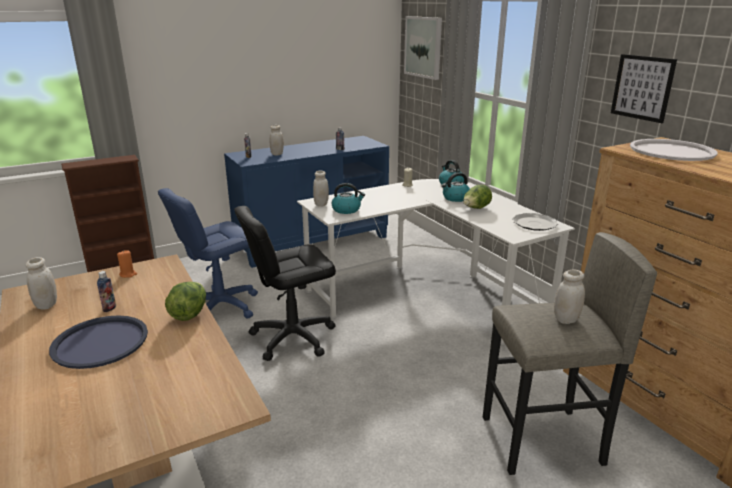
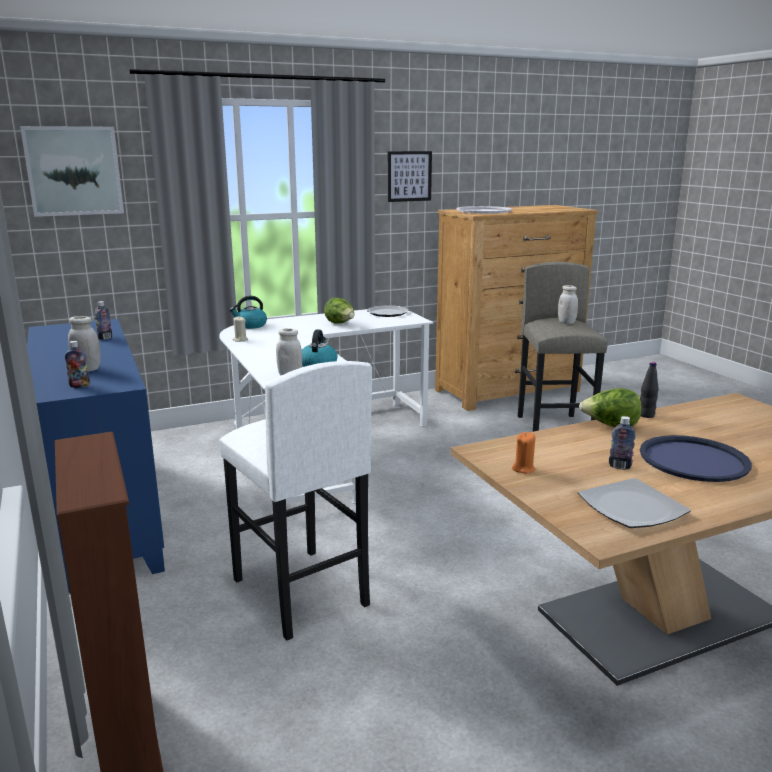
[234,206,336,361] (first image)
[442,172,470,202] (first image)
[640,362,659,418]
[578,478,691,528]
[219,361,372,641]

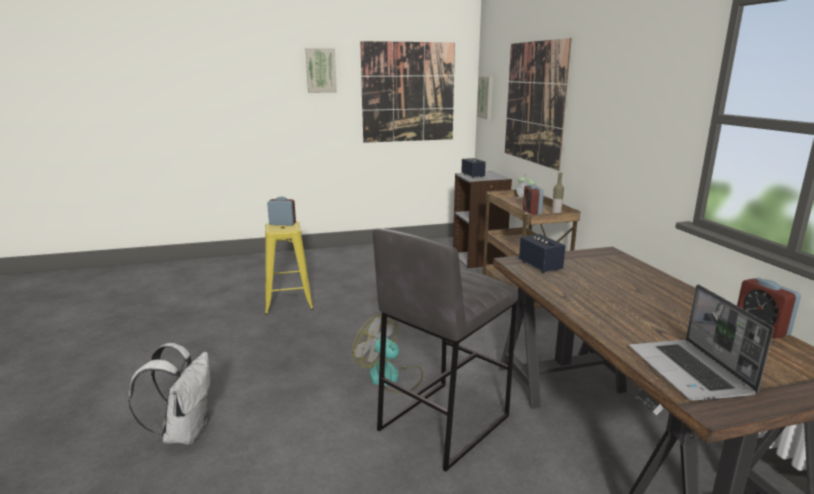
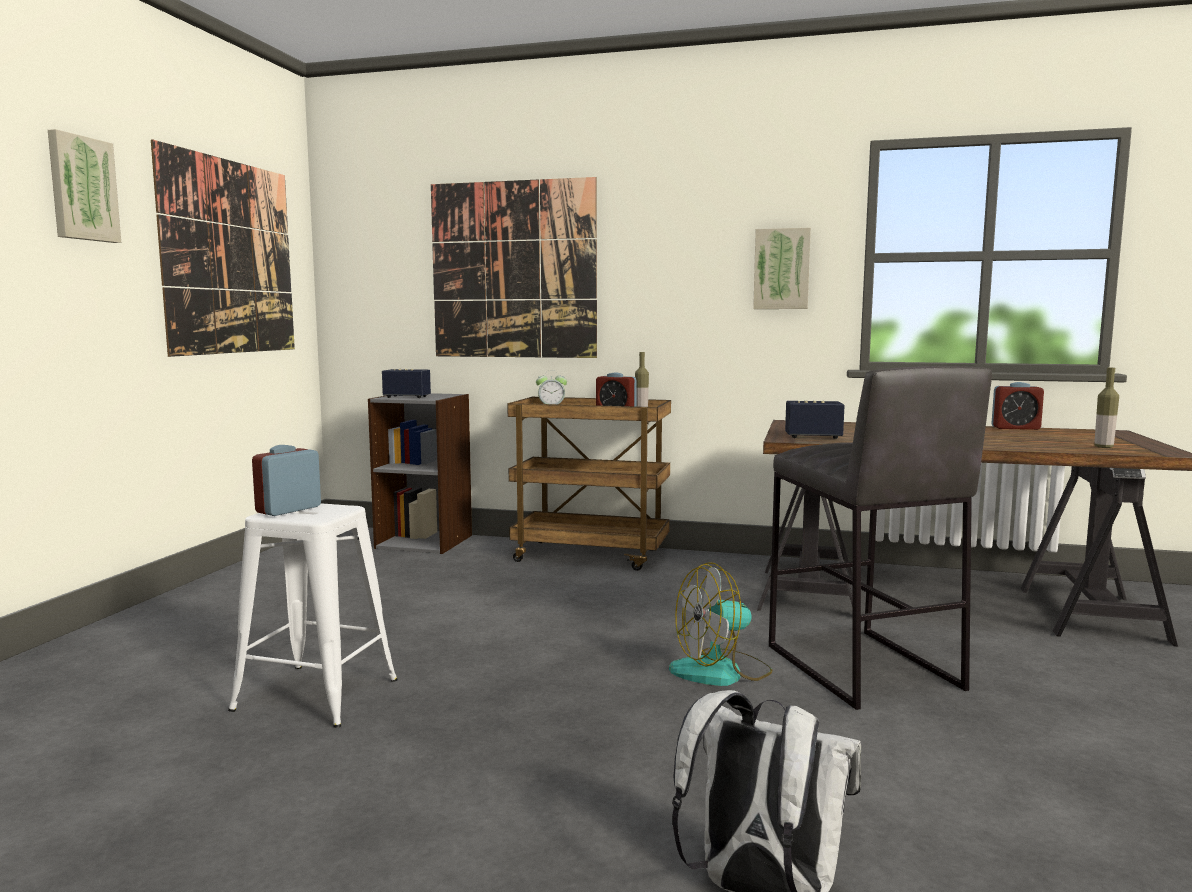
[753,228,811,309]
[1094,368,1119,448]
[228,503,398,728]

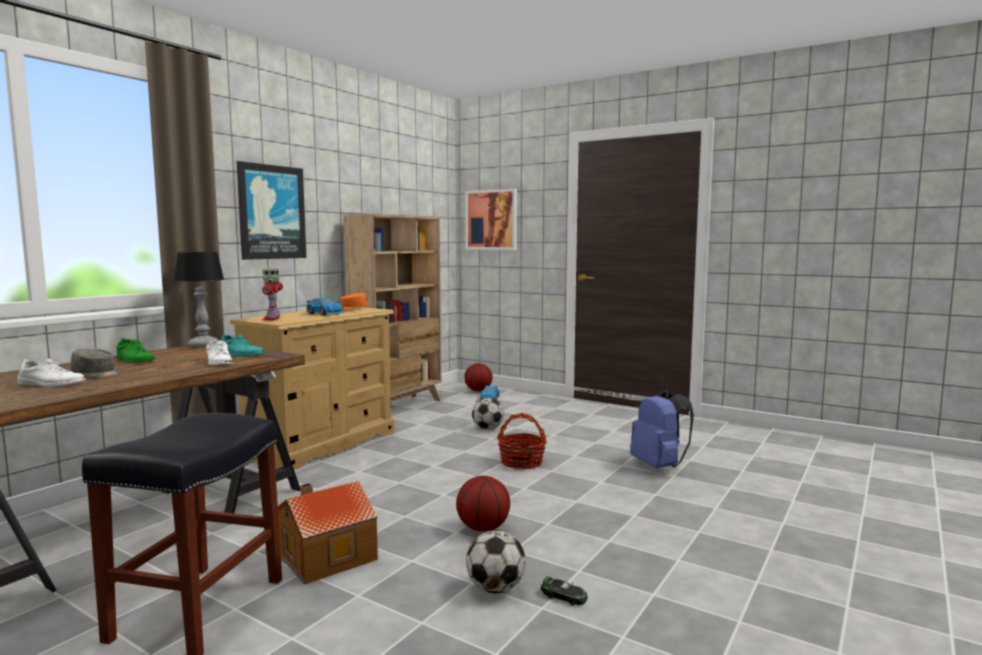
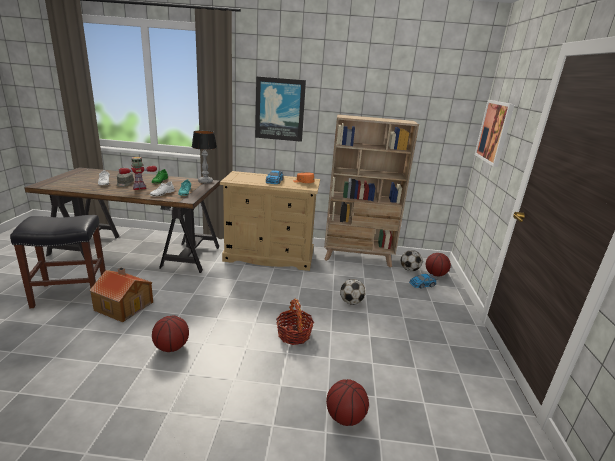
[541,576,588,605] (first image)
[119,157,157,190]
[401,250,423,271]
[326,379,369,426]

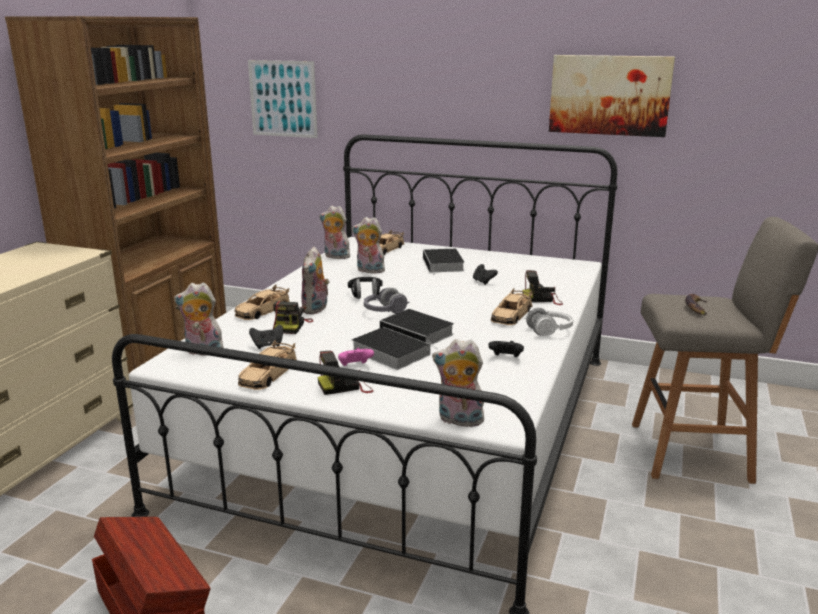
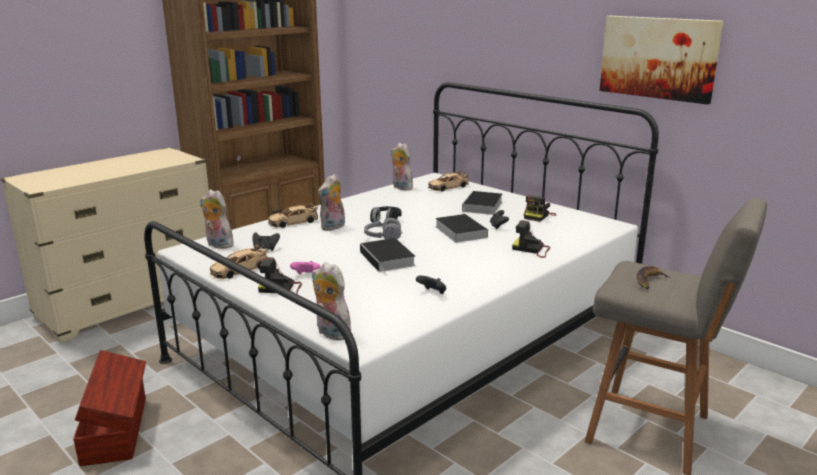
[248,60,318,138] (first image)
[352,217,385,273] (first image)
[490,288,532,325] (first image)
[524,308,573,336] (first image)
[524,195,556,222]
[435,214,488,243]

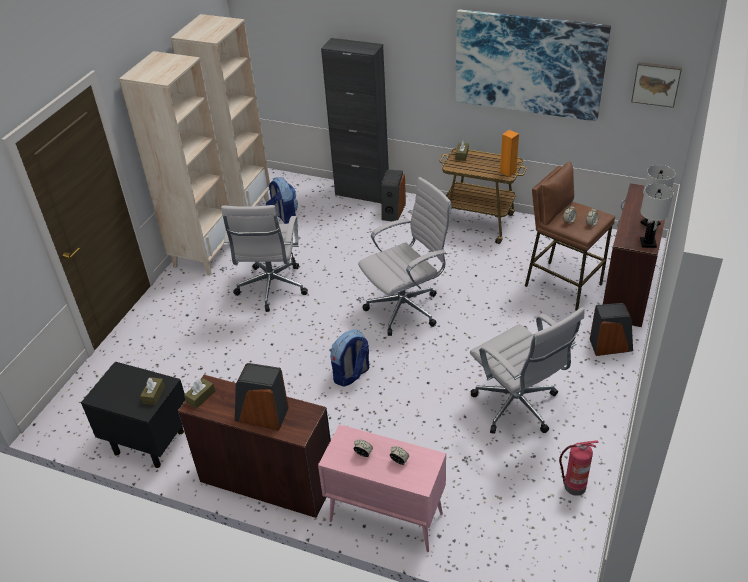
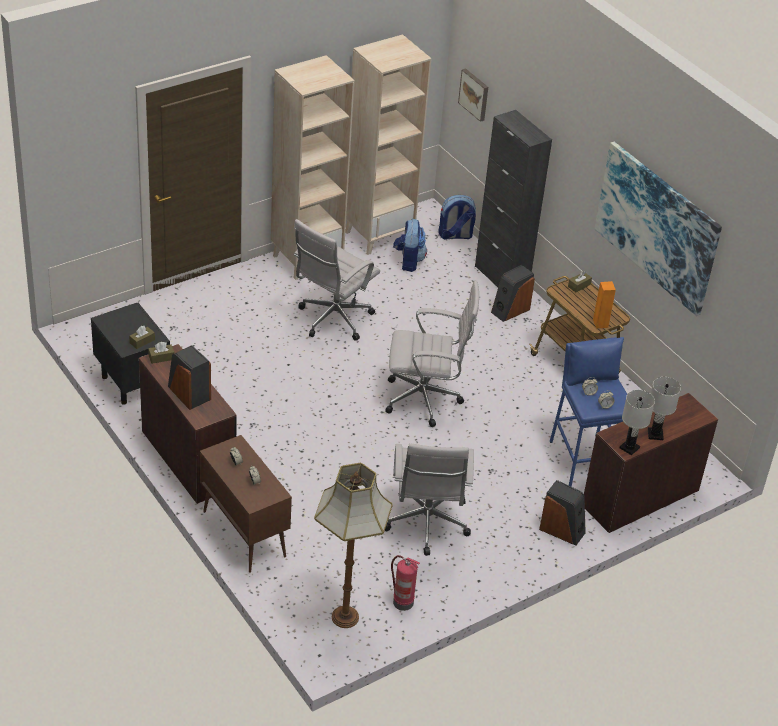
[314,463,393,628]
[439,195,476,240]
[458,68,488,122]
[200,435,292,573]
[550,337,627,487]

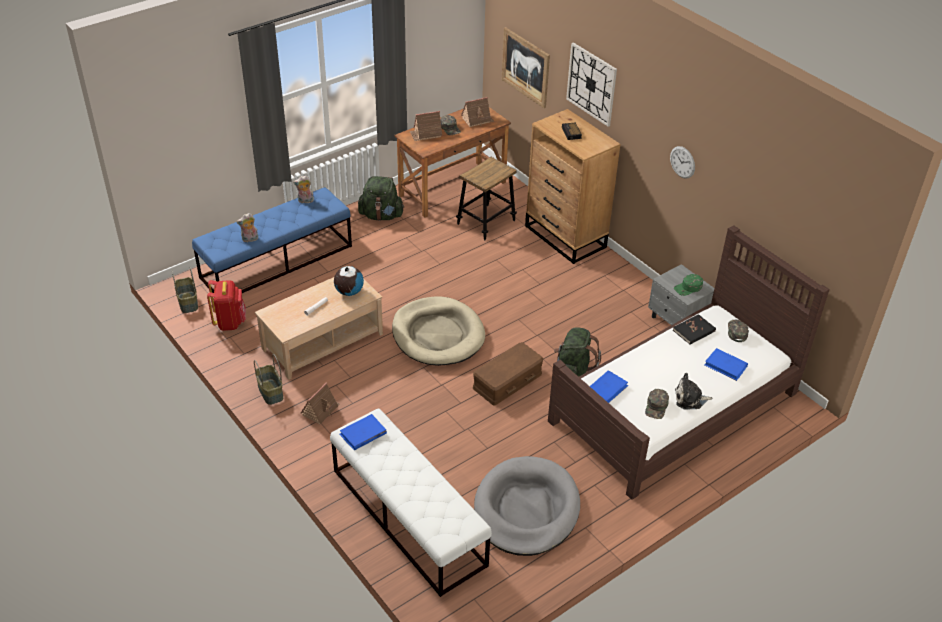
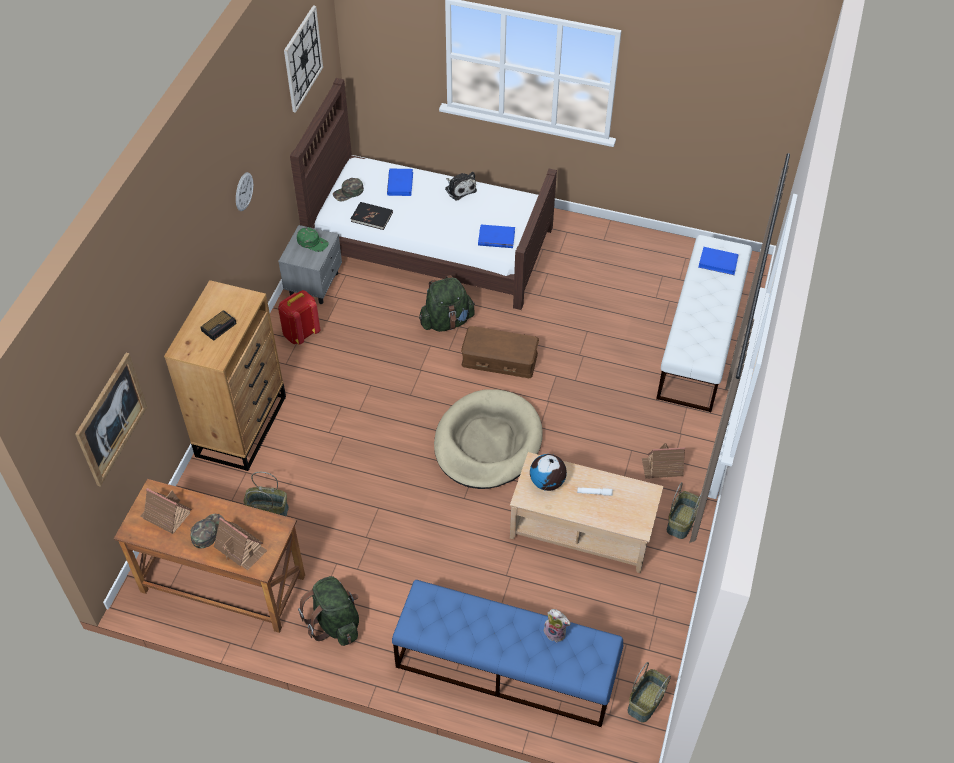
[293,176,314,203] (first image)
[474,456,580,556] (first image)
[645,389,669,419] (first image)
[278,290,320,345]
[698,247,739,275]
[284,5,323,113]
[244,472,289,517]

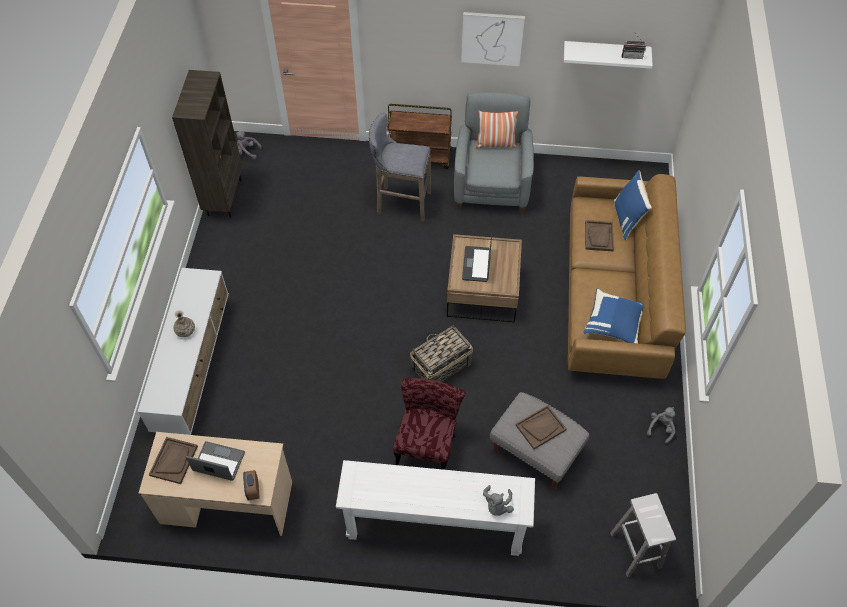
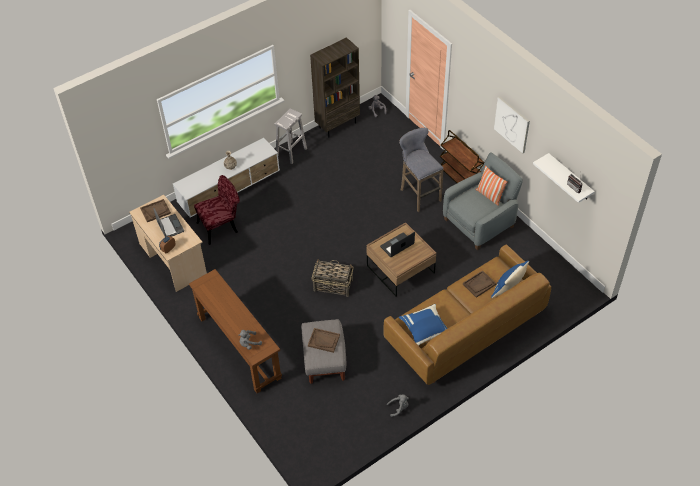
[194,175,240,245]
[274,108,307,164]
[189,269,282,393]

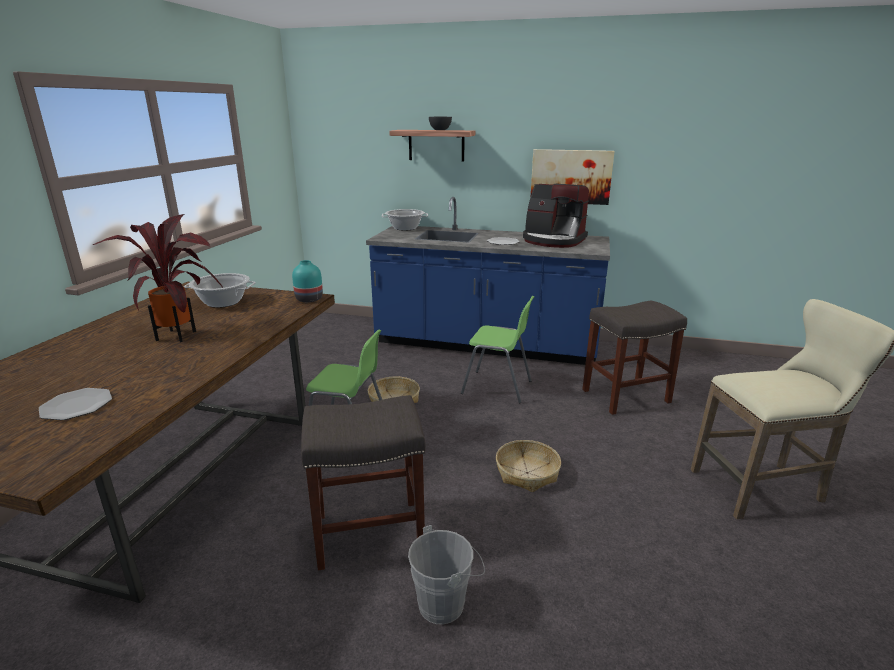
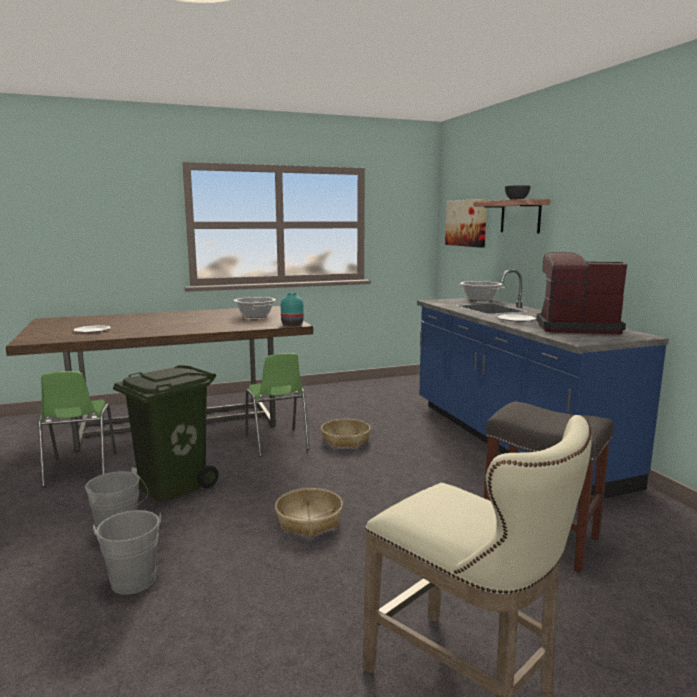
[93,214,223,342] (first image)
[93,510,162,595]
[38,371,117,487]
[445,199,487,248]
[113,365,219,501]
[536,252,627,334]

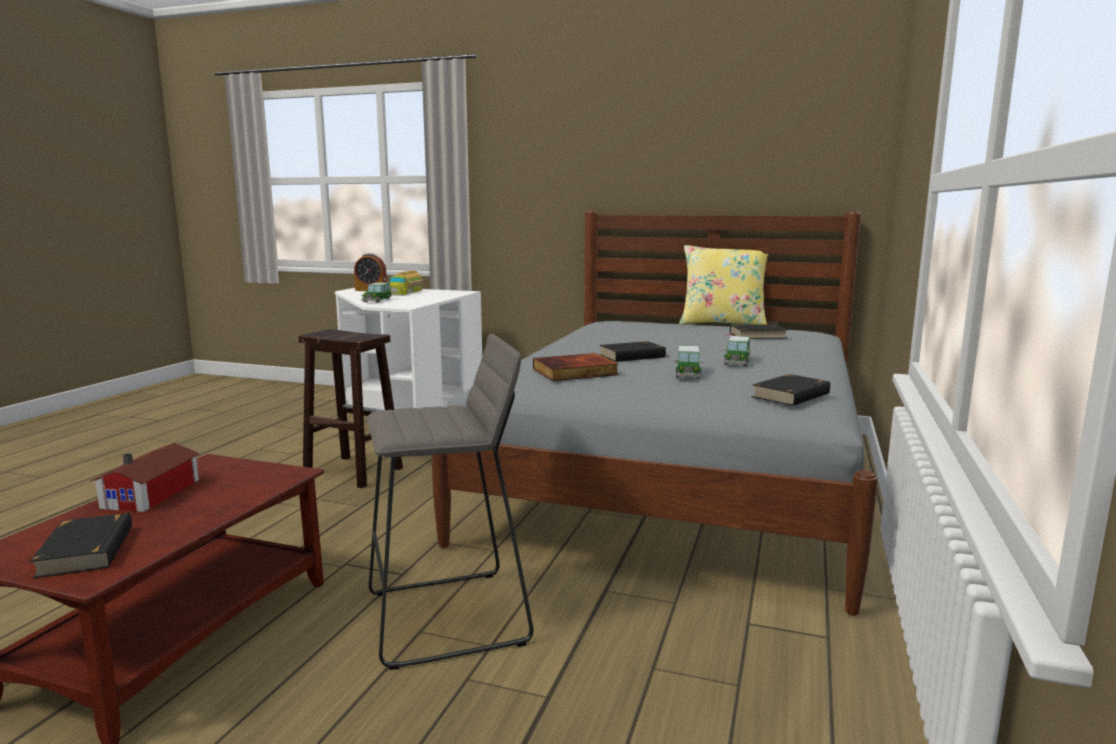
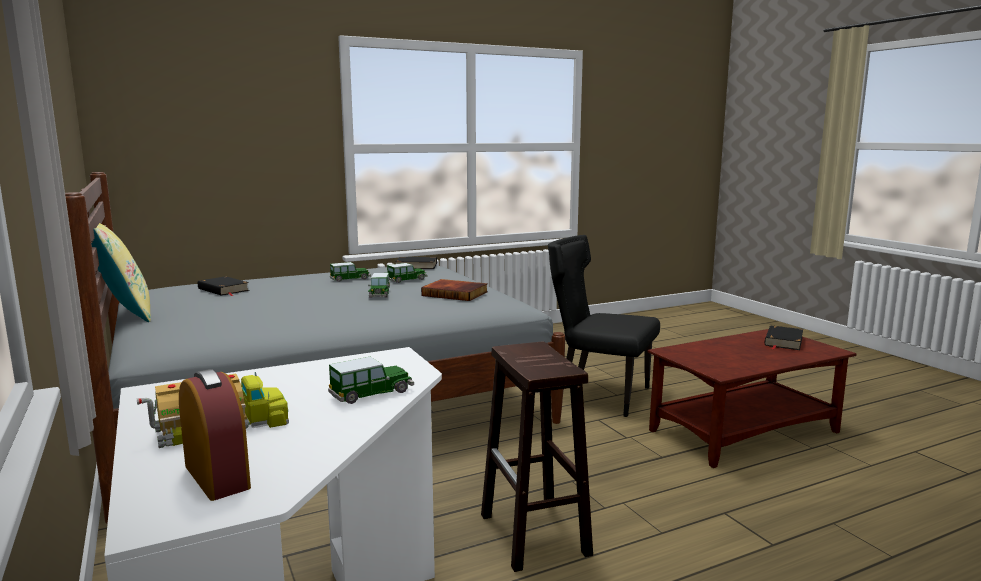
[90,443,201,512] (first image)
[548,235,660,417]
[368,273,390,298]

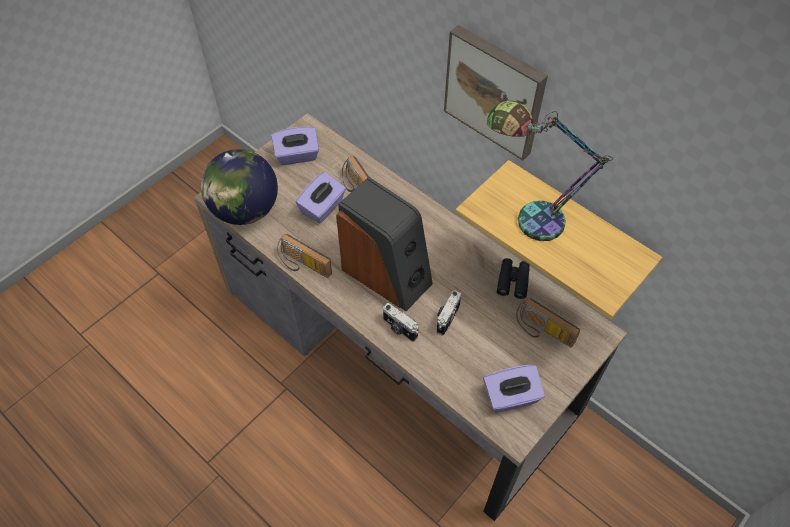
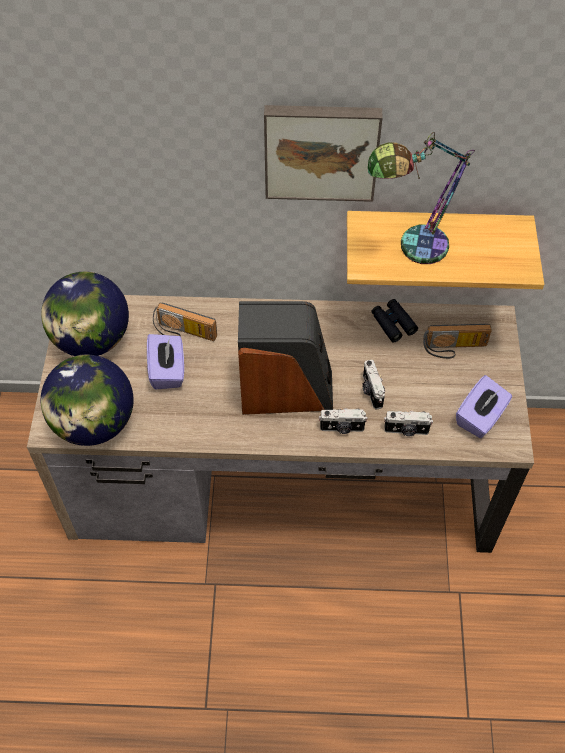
[277,234,332,278] (first image)
[384,410,433,436]
[41,271,129,356]

